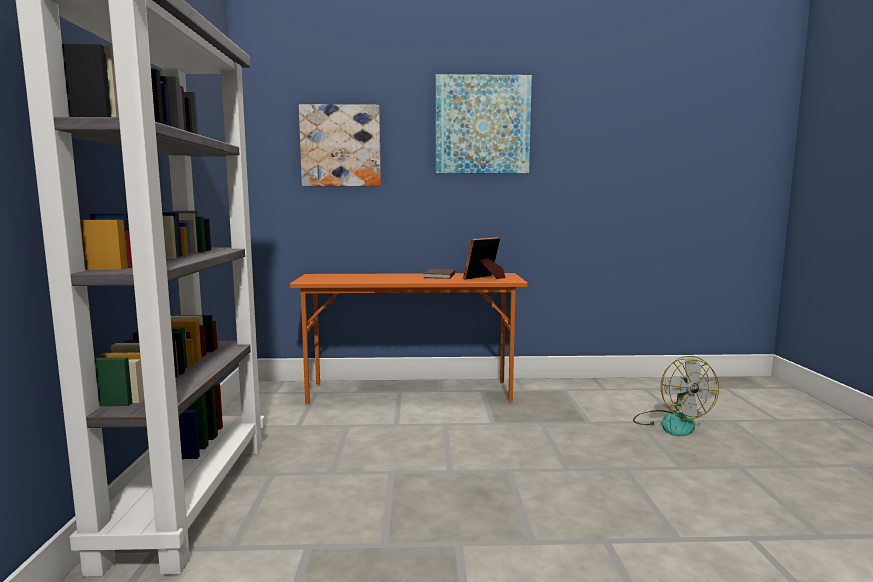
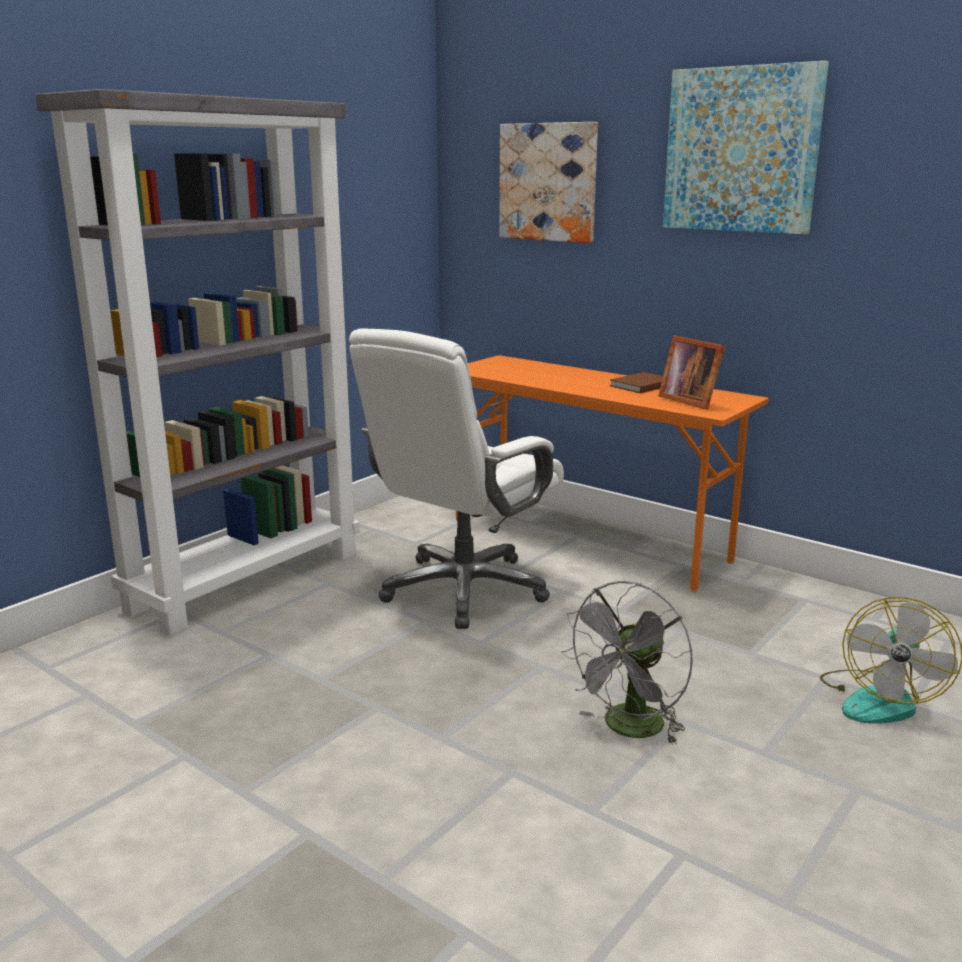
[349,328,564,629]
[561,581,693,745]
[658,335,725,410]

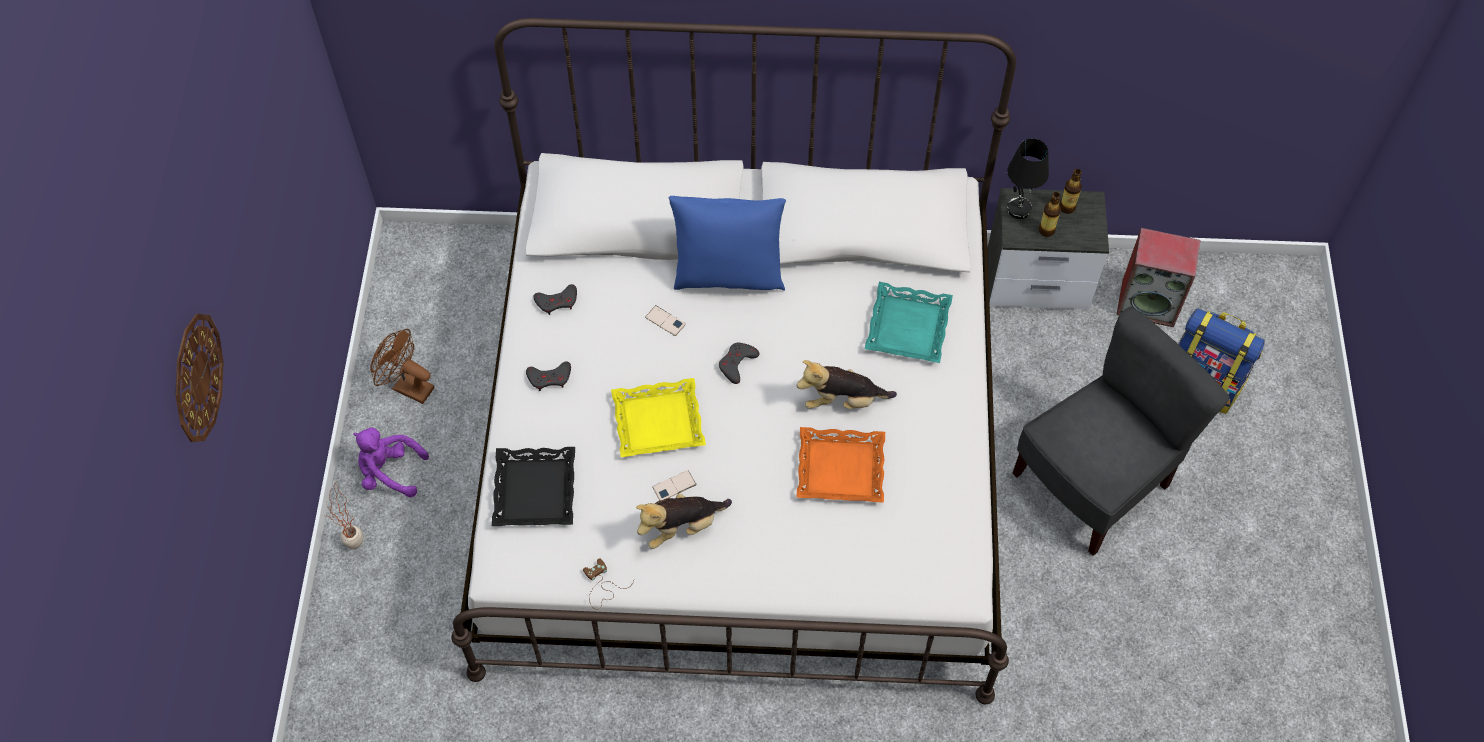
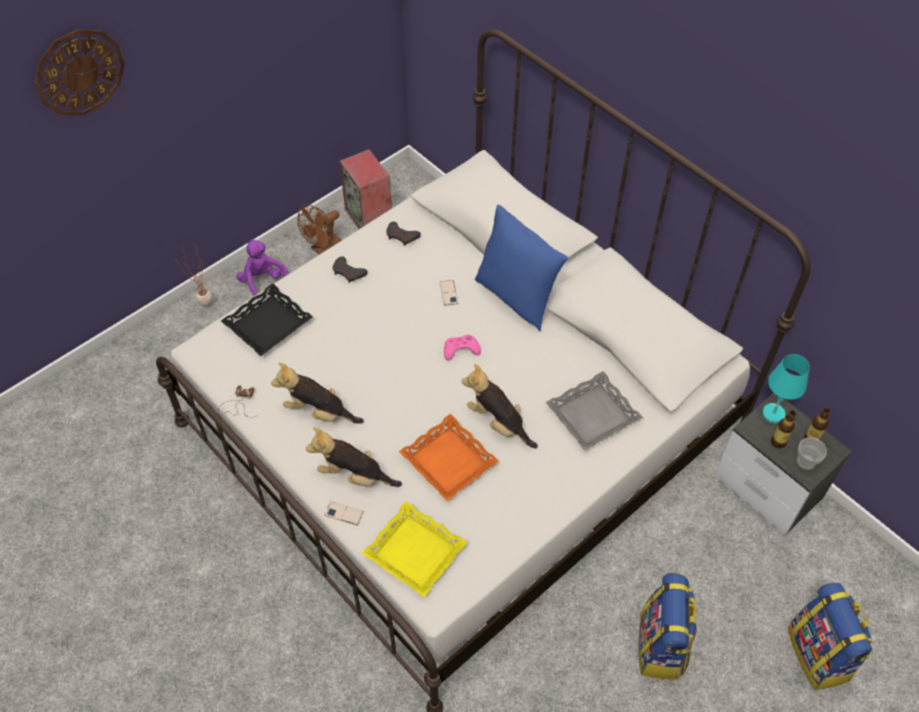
[306,428,402,487]
[797,437,827,470]
[361,501,468,597]
[325,501,364,525]
[339,149,392,229]
[638,573,697,680]
[444,335,481,360]
[546,371,643,451]
[762,354,810,423]
[297,204,341,254]

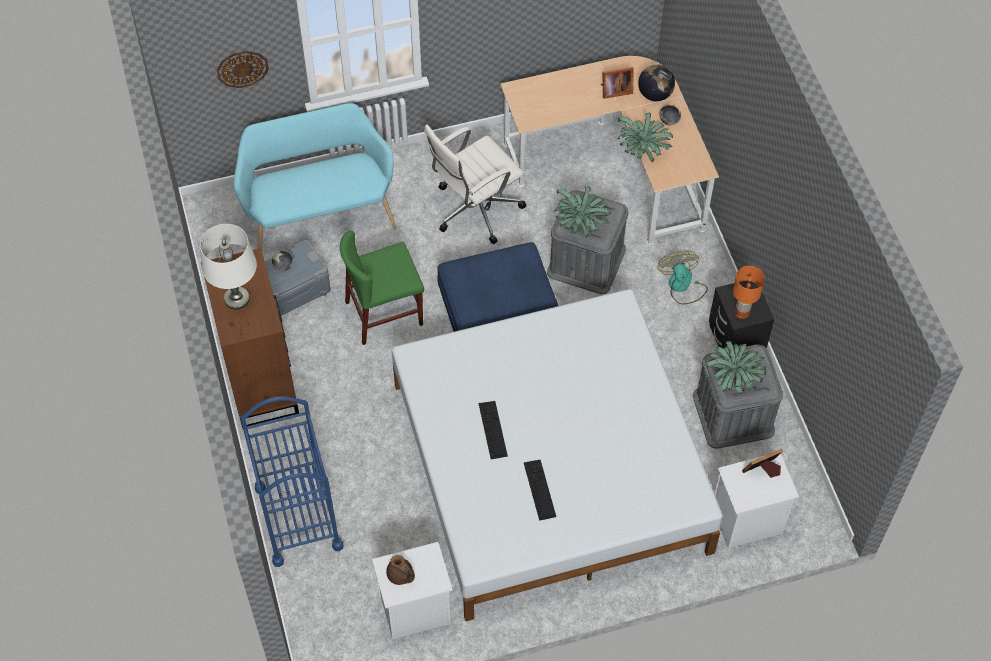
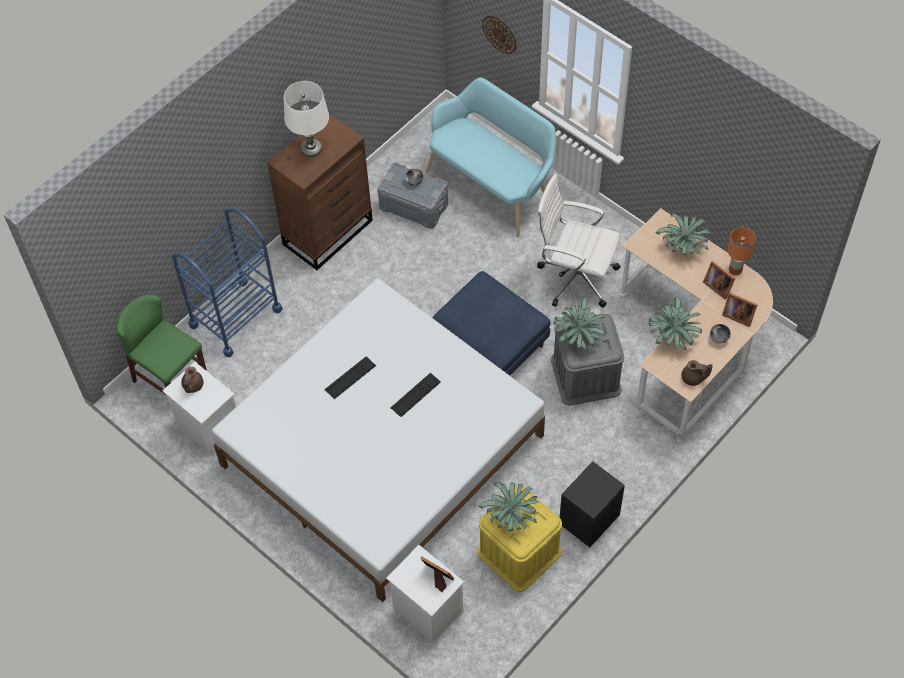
[657,251,708,305] (first image)
[656,213,711,255]
[682,360,713,386]
[116,295,207,395]
[391,373,441,417]
[728,227,756,275]
[722,293,758,327]
[477,486,562,592]

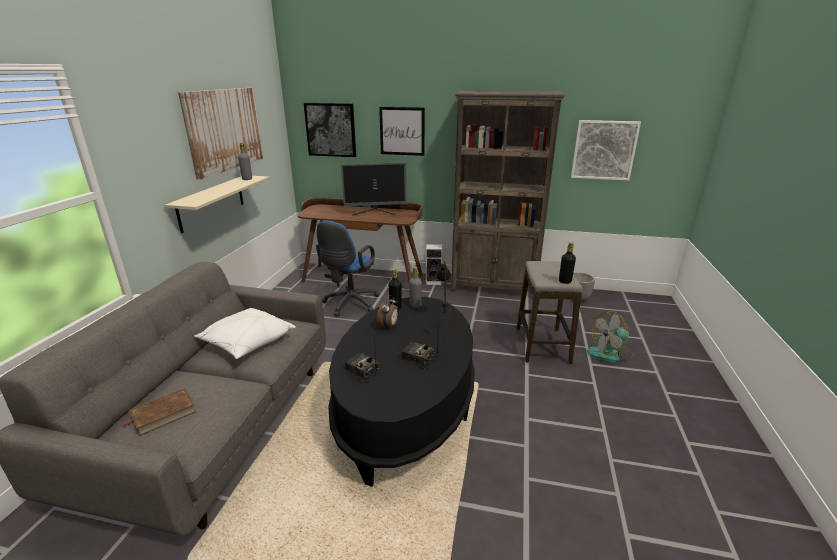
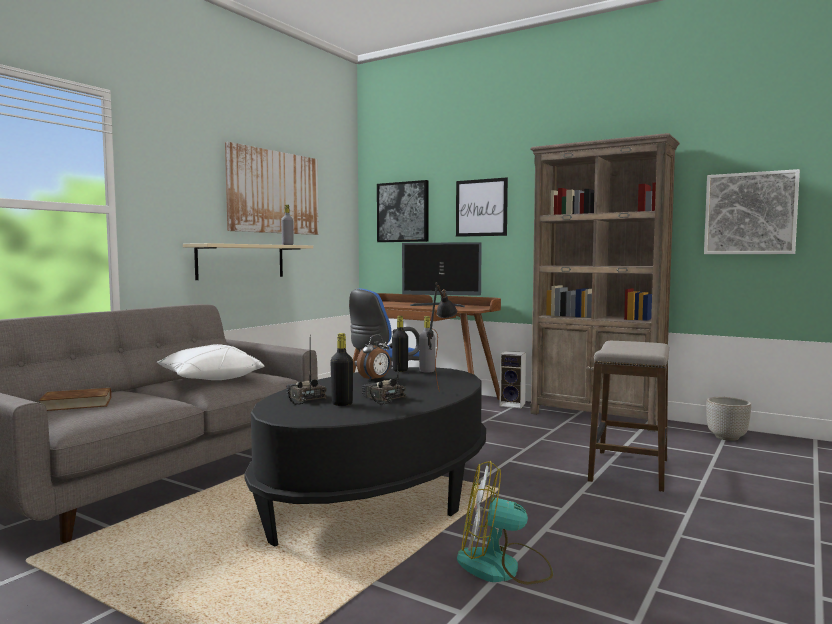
[330,333,353,406]
[457,461,553,585]

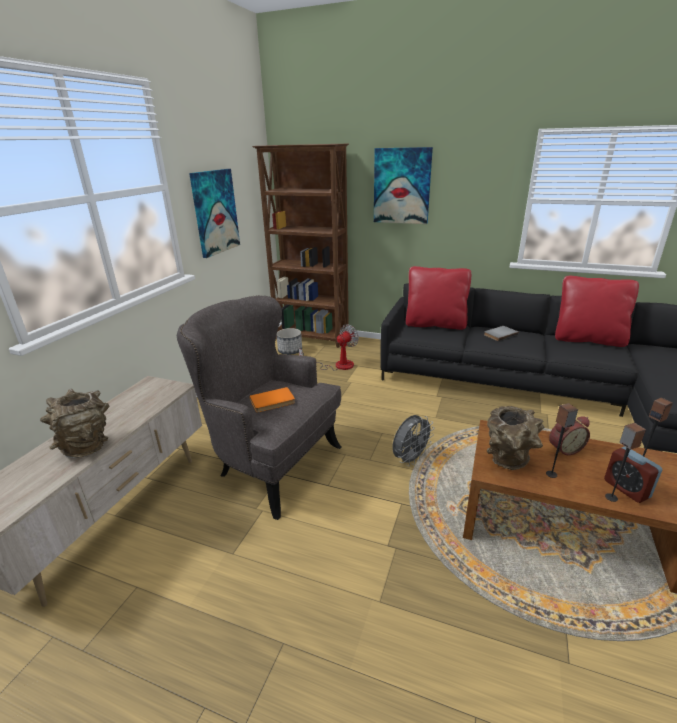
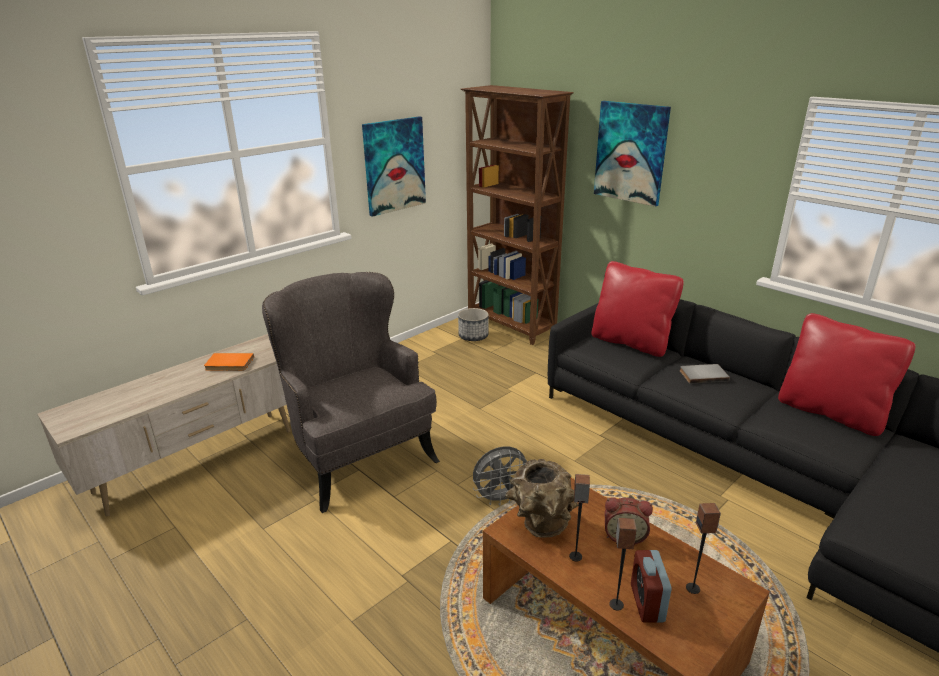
[40,388,109,458] (first image)
[299,324,359,371] (first image)
[204,353,254,371]

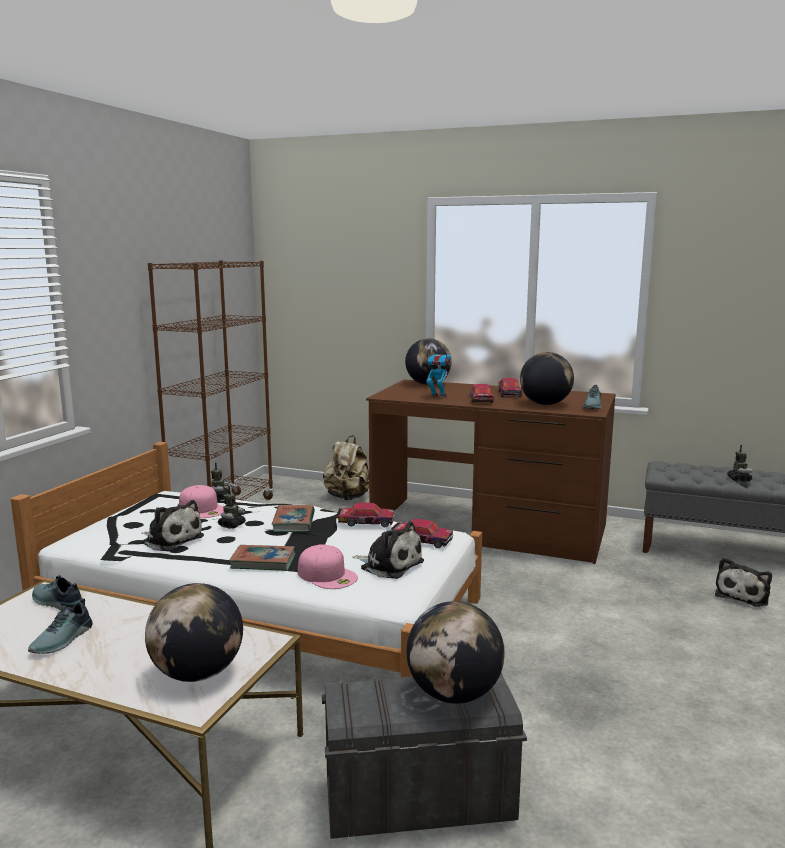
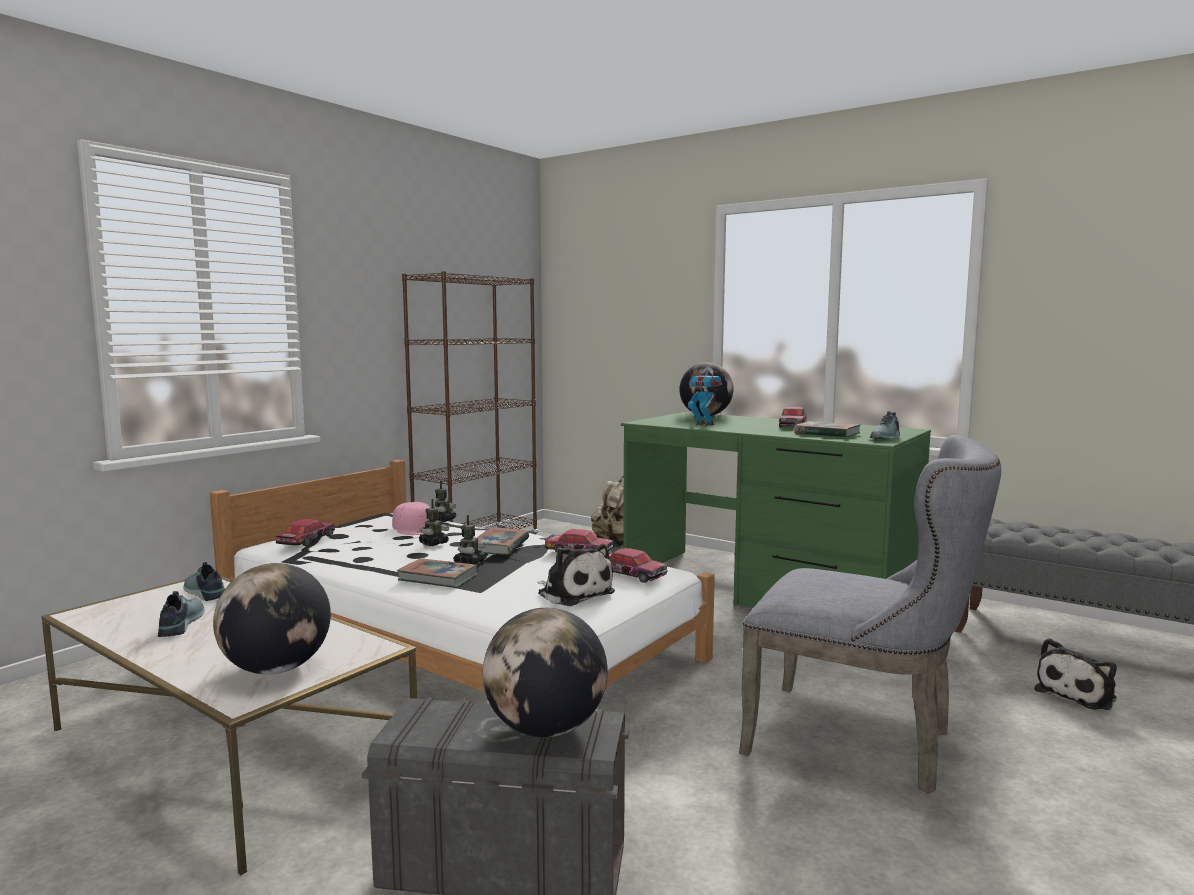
[142,500,204,551] (first image)
[298,544,358,589] (first image)
[739,435,1001,794]
[275,519,335,546]
[453,515,486,565]
[794,421,861,438]
[621,412,931,608]
[158,591,204,637]

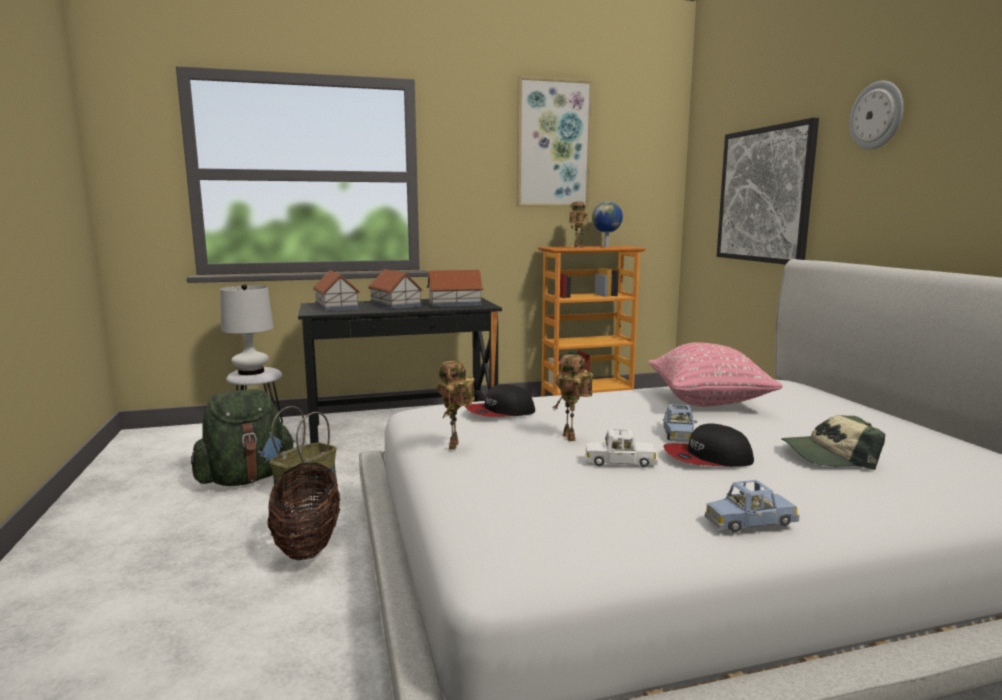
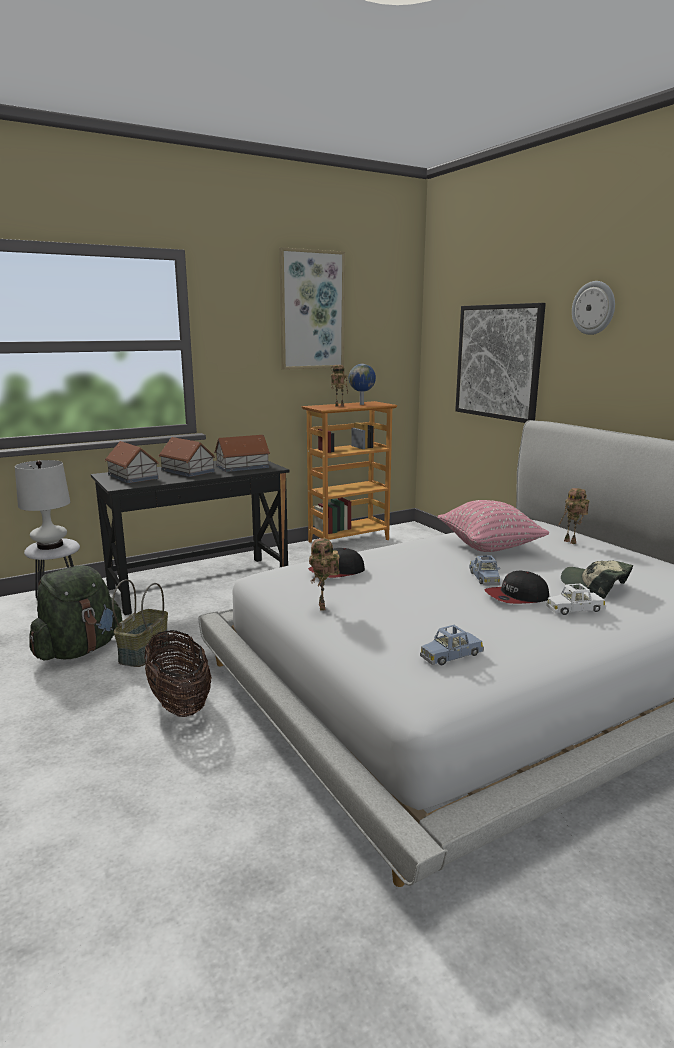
[559,488,589,544]
[546,583,606,615]
[420,625,484,666]
[561,561,633,599]

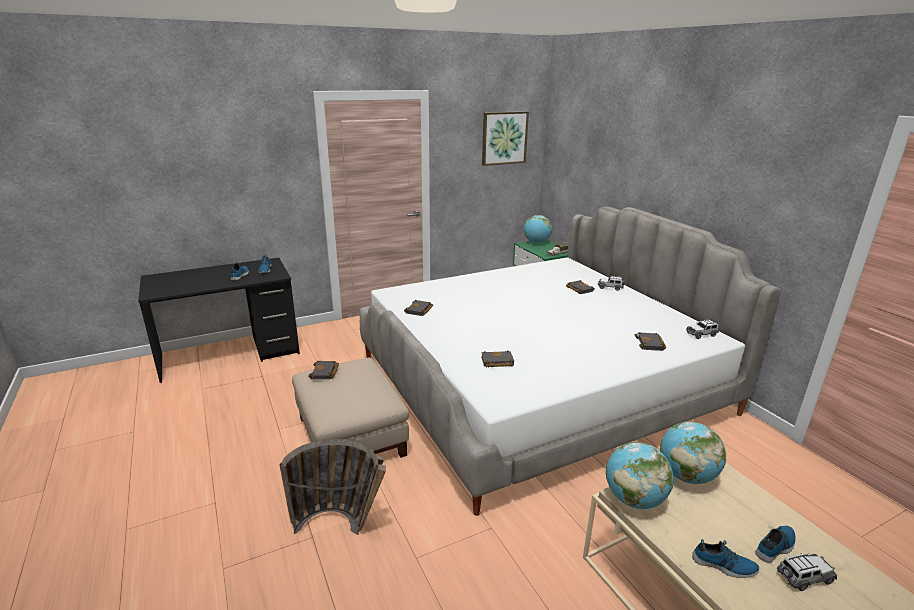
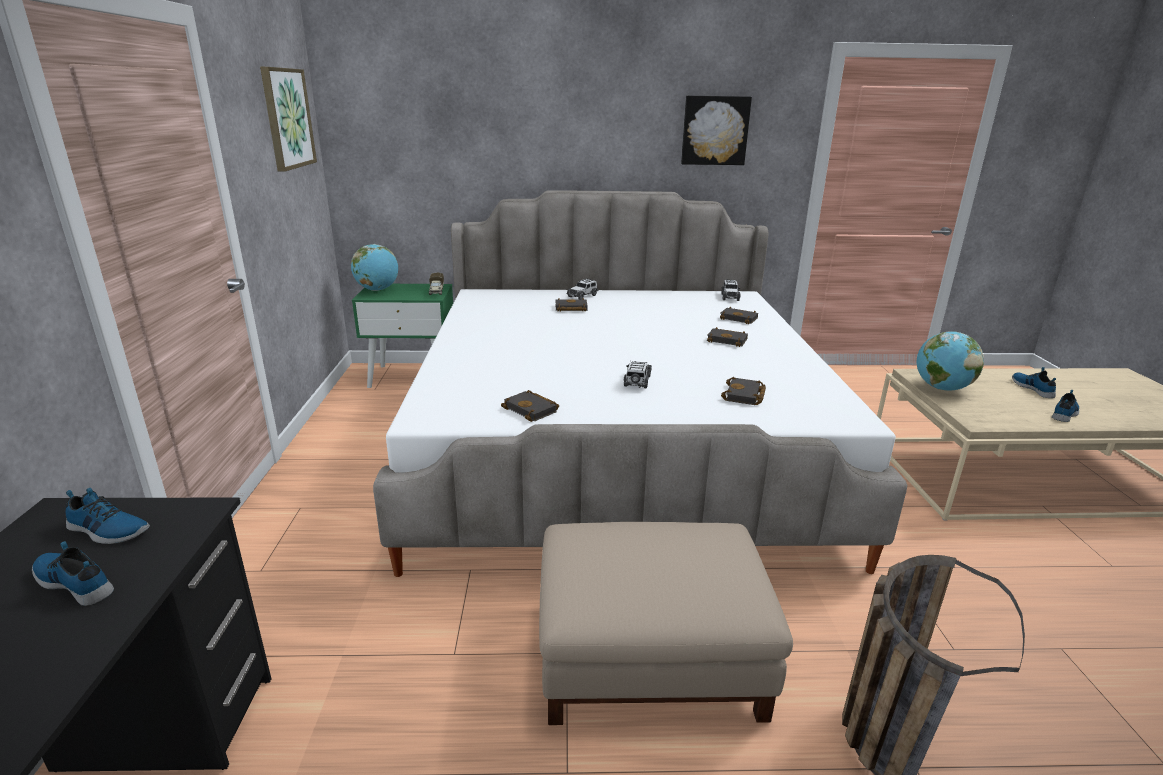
[606,442,674,509] (first image)
[681,96,752,165]
[707,327,748,347]
[624,361,652,388]

